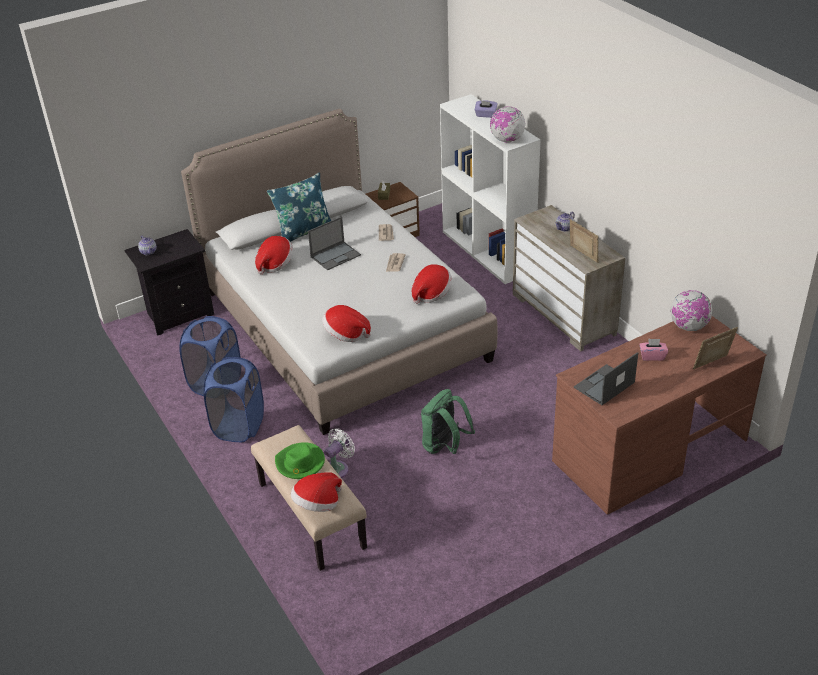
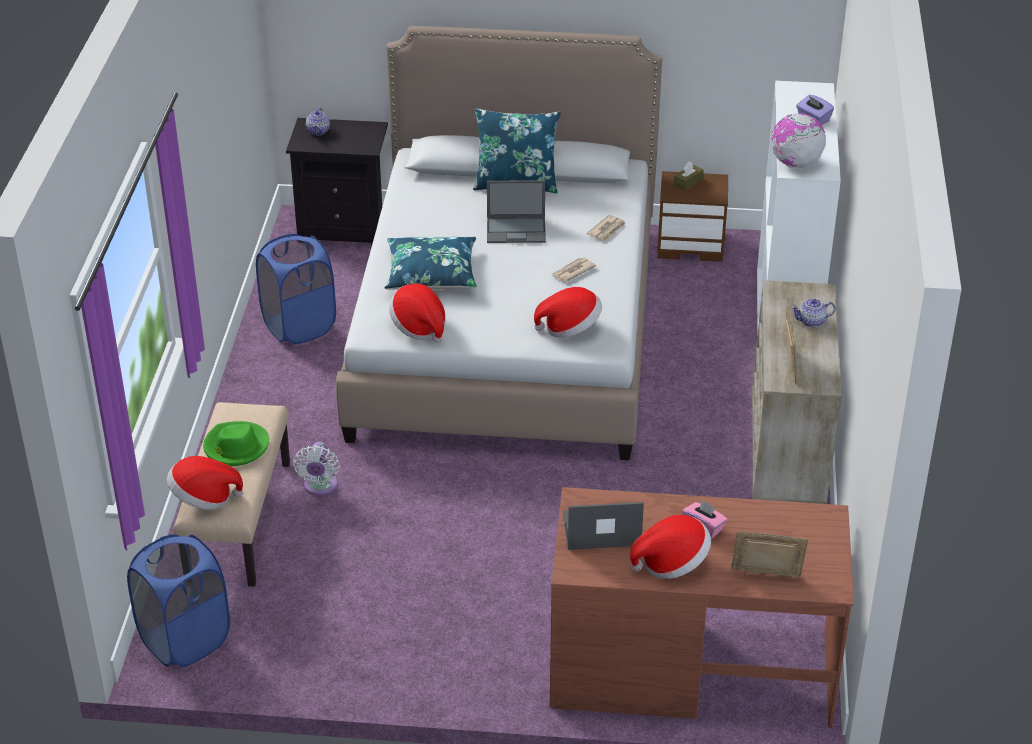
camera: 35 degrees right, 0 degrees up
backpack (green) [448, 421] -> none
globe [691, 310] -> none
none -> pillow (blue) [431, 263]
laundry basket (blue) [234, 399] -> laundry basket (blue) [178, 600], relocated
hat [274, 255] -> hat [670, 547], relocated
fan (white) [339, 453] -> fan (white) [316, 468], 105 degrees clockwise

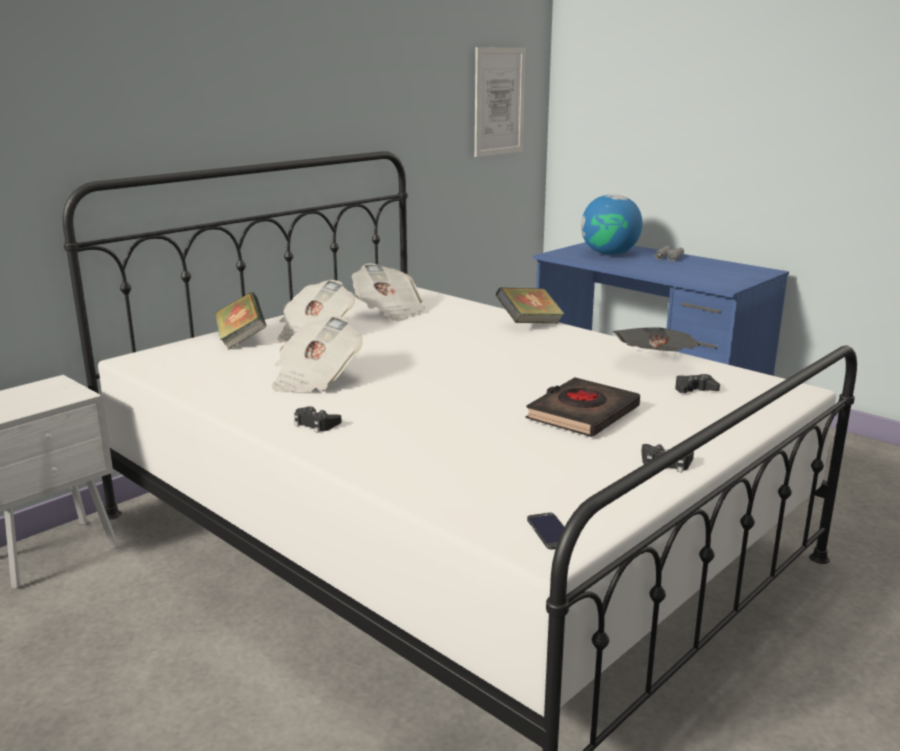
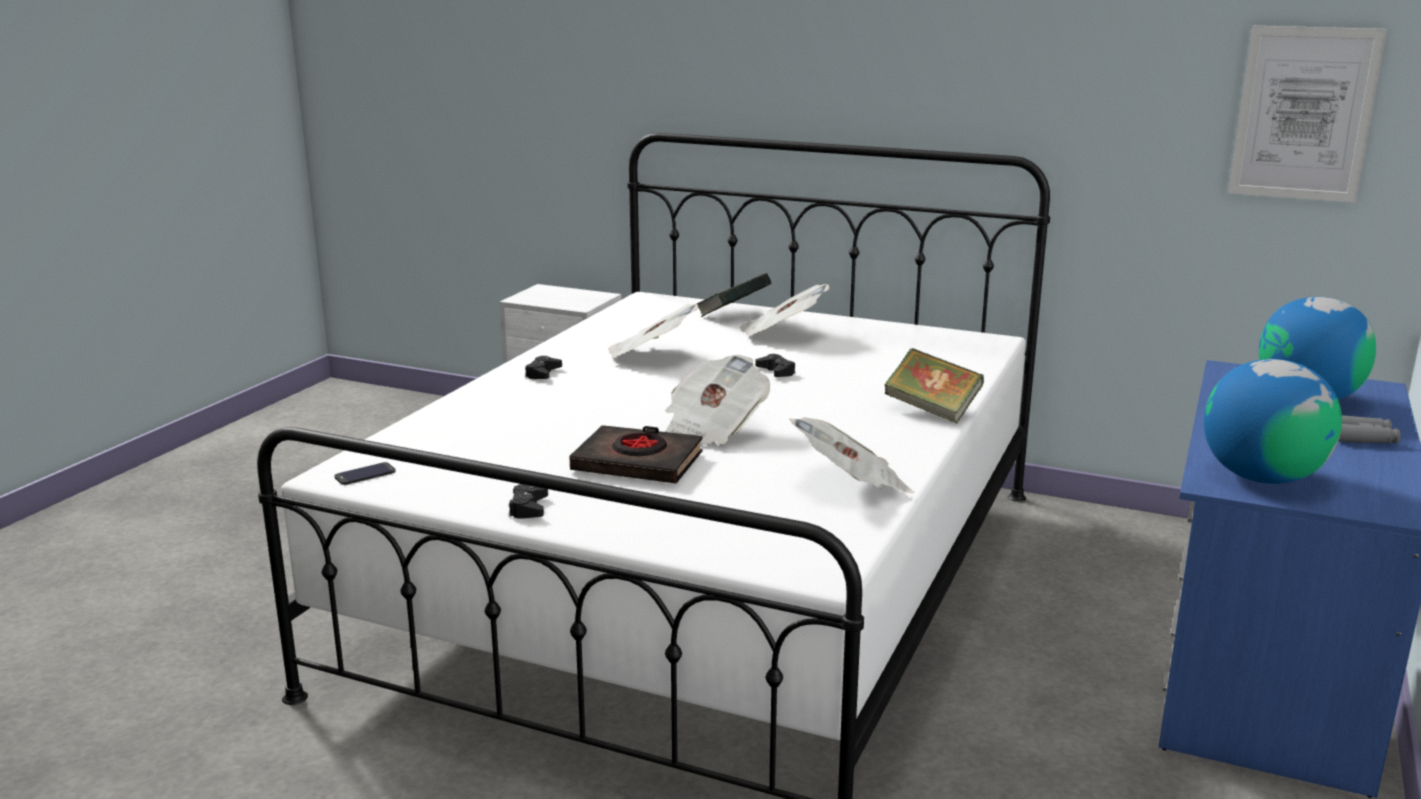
camera: 70 degrees right, 0 degrees up
none -> globe [1273, 421]
newspaper [388, 292] -> newspaper [717, 400], relocated
game controller (black) [697, 383] -> game controller (black) [775, 365], relocated

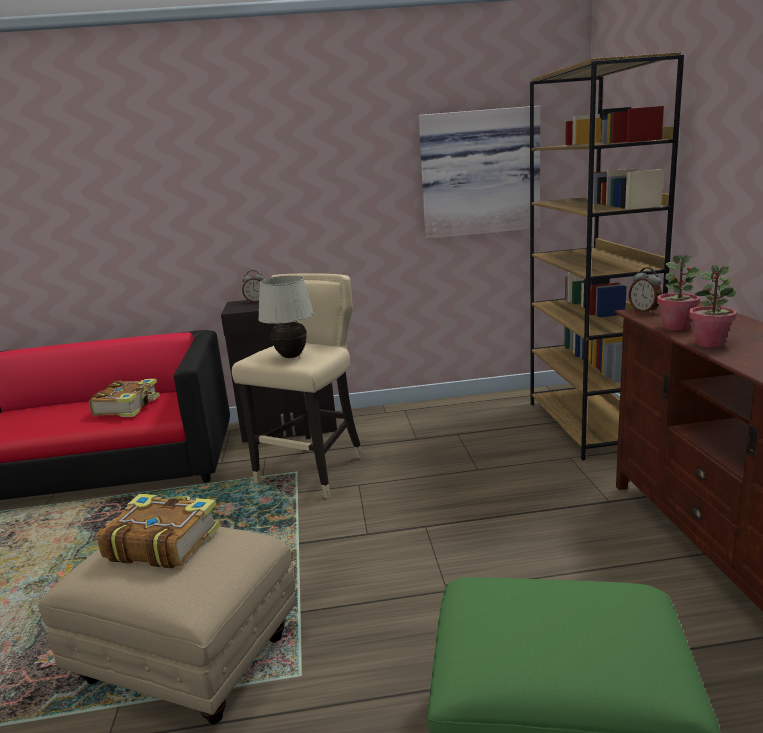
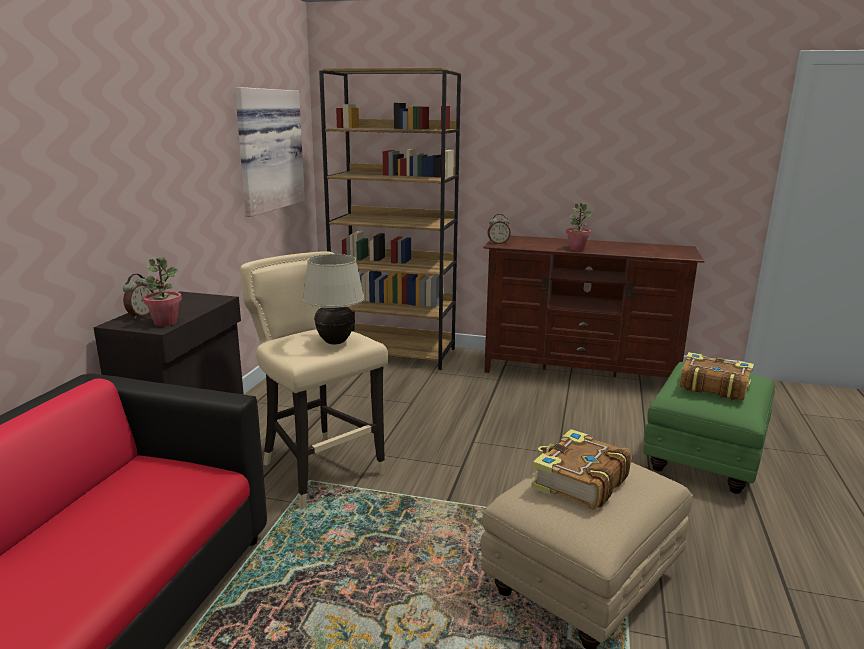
camera: 70 degrees left, 0 degrees up
book [124, 398] -> book [716, 376], relocated
potted plant [678, 292] -> potted plant [162, 291], relocated

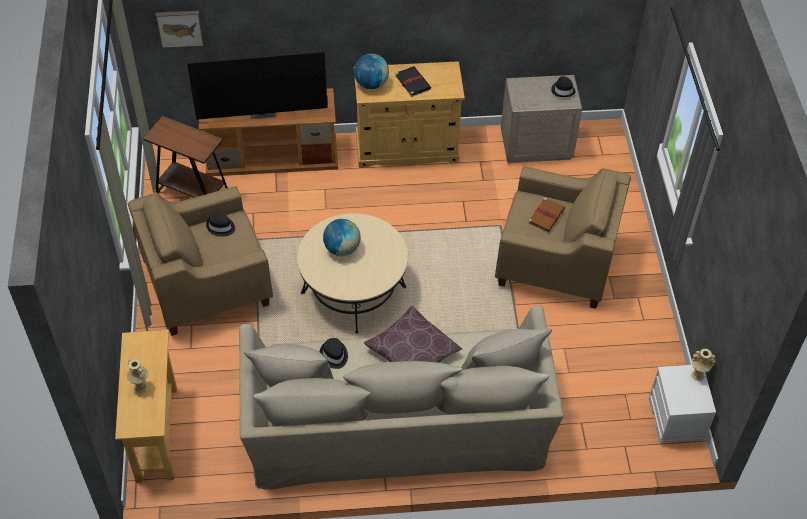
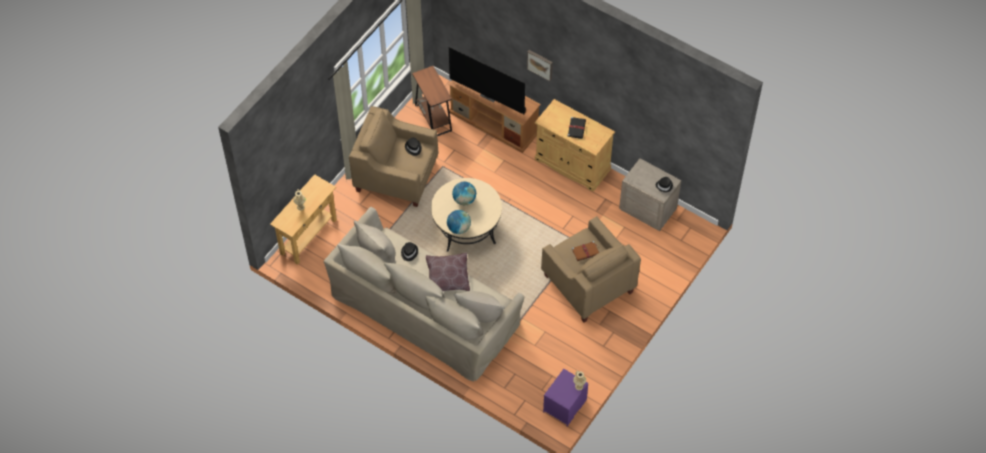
camera: 40 degrees right, 5 degrees up
picture [180, 29] -> picture [540, 65], relocated
globe [371, 71] -> globe [459, 222], relocated
nightstand (white) [682, 405] -> nightstand (purple) [565, 397]

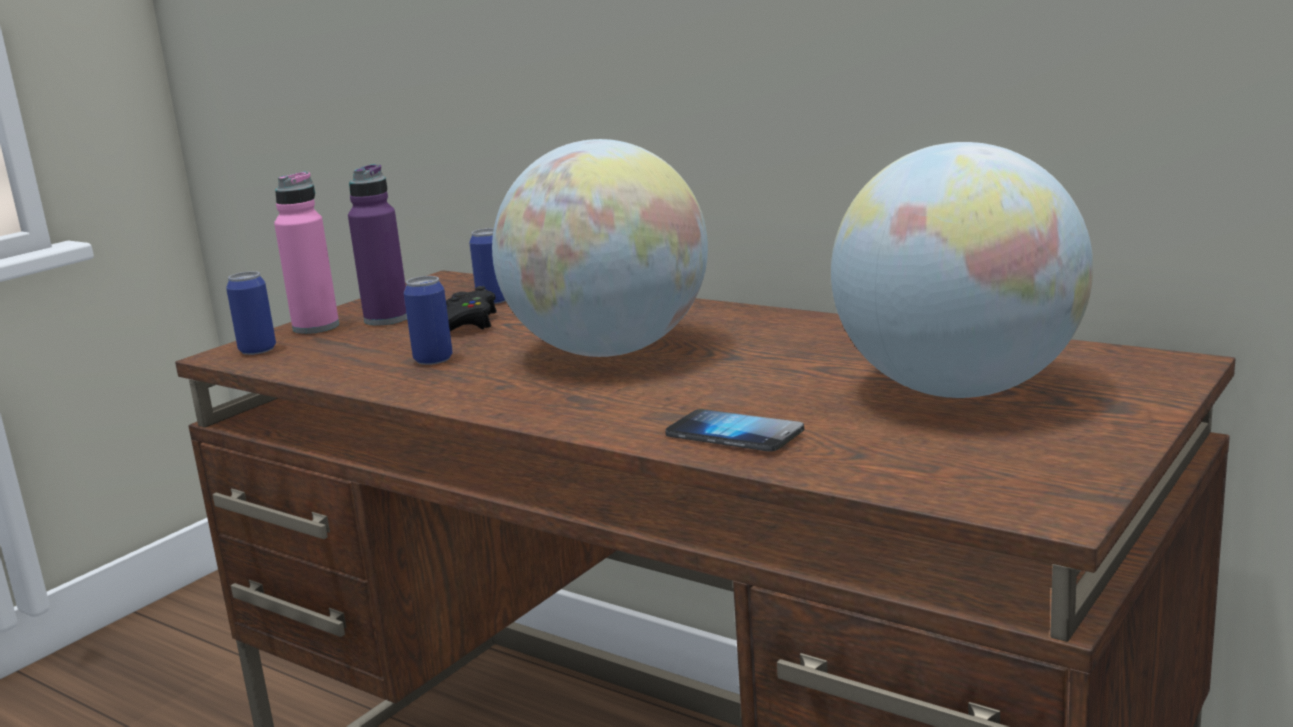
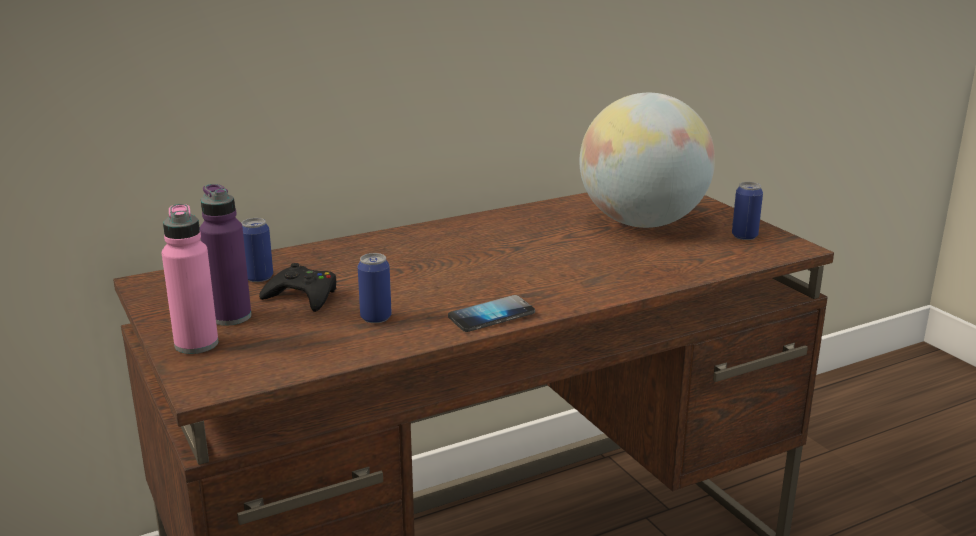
camera: 65 degrees left, 5 degrees up
globe [600, 248] -> none
can [251, 313] -> can [747, 211], relocated
phone [735, 430] -> phone [491, 313], relocated

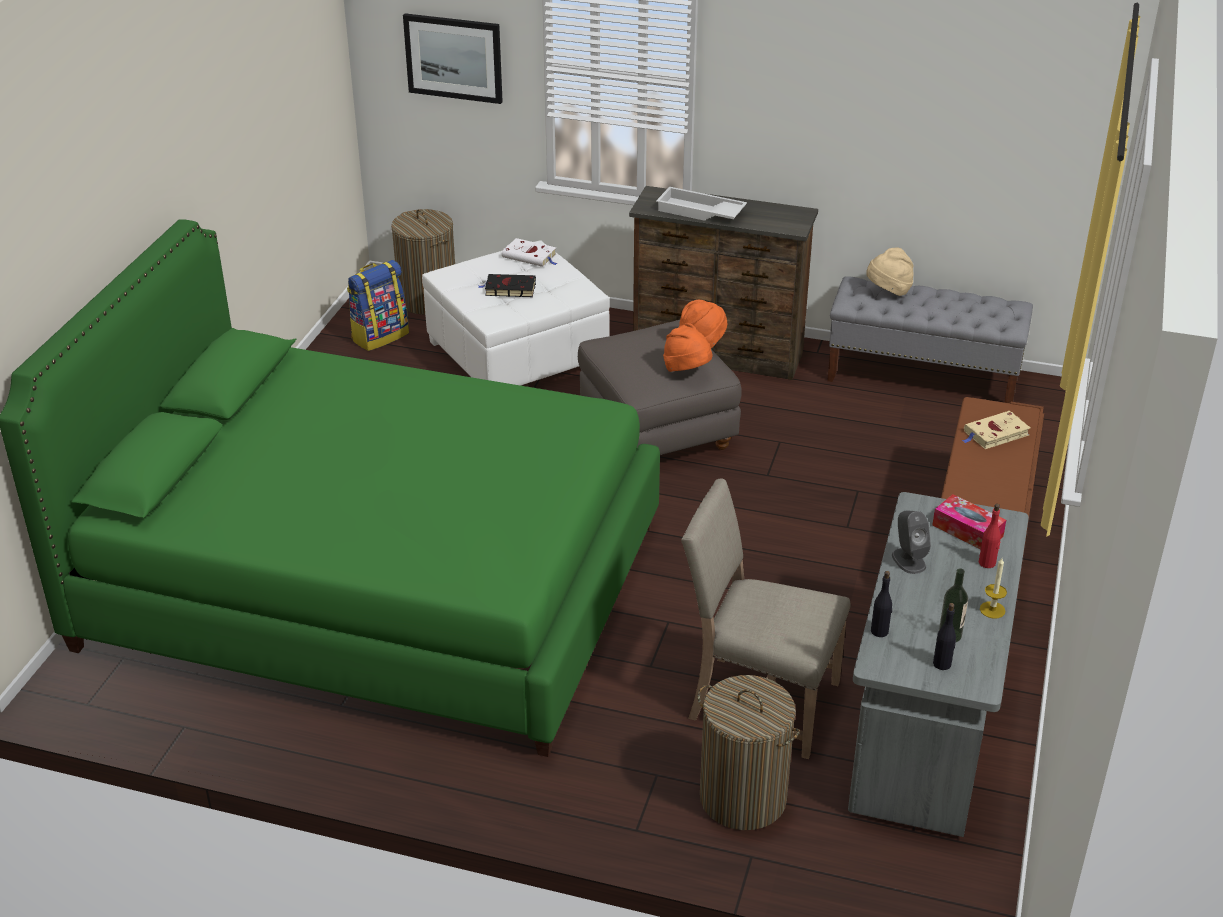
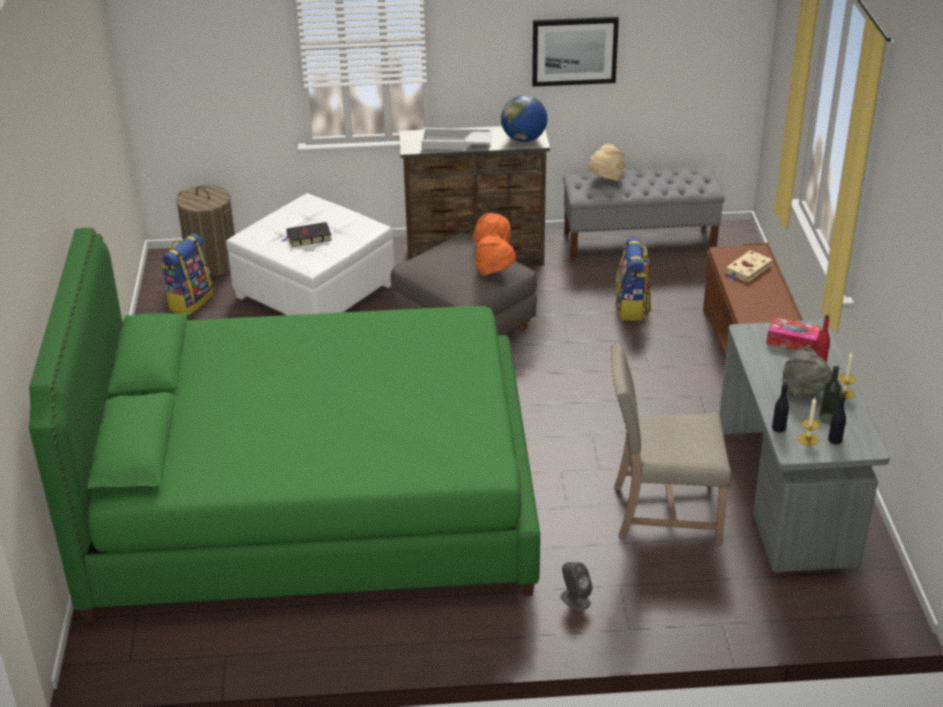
camera: 20 degrees left, 0 degrees up
book (white) [530, 252] -> none
laundry basket [749, 752] -> none
none -> globe [524, 118]
none -> backpack [633, 279]
none -> hat (grey) [807, 371]
none -> candle [808, 421]
picture [453, 58] -> picture [575, 52], relocated
speaker (grey) [911, 542] -> speaker (grey) [577, 586], relocated

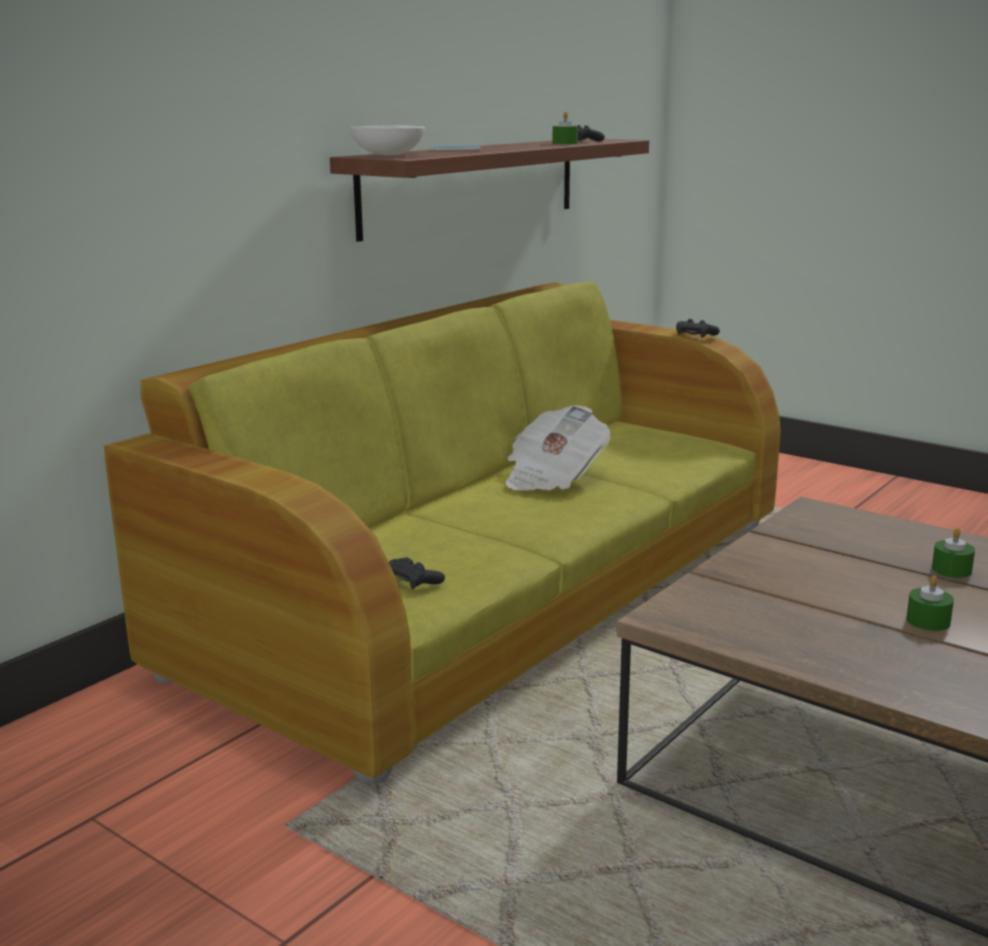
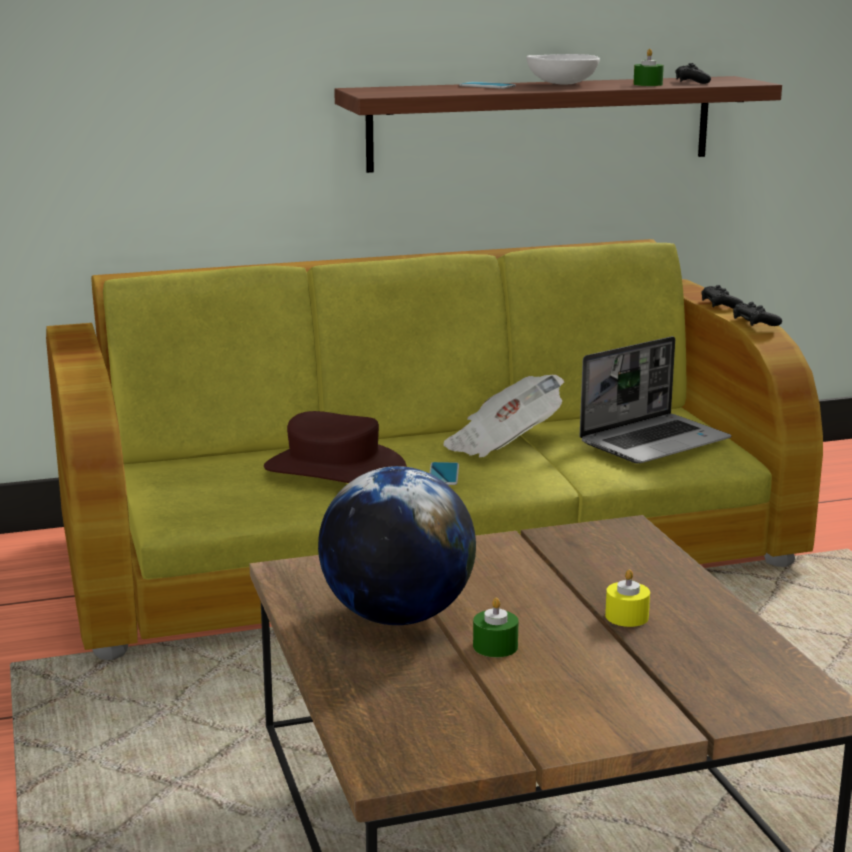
camera: 35 degrees right, 0 degrees up
none -> hat (brown) [335, 447]
none -> globe [397, 545]
none -> phone [444, 473]
none -> laptop [655, 399]
bowl (white) [387, 140] -> bowl (white) [563, 69], relocated
game controller (black) [417, 573] -> game controller (black) [722, 297], relocated
candle (green) [953, 553] -> candle (yellow) [627, 598]

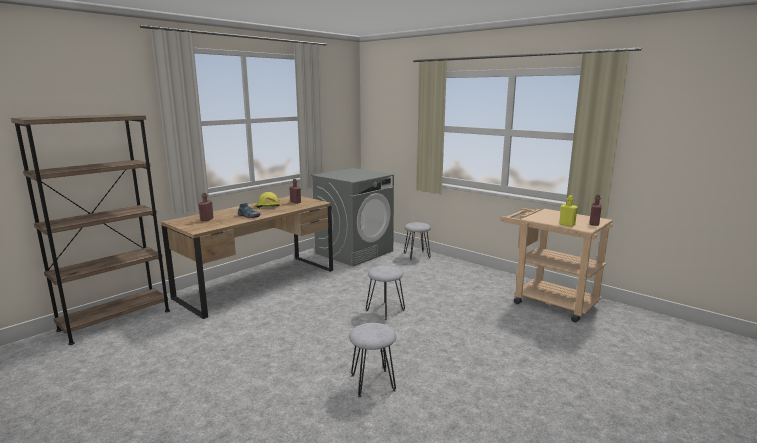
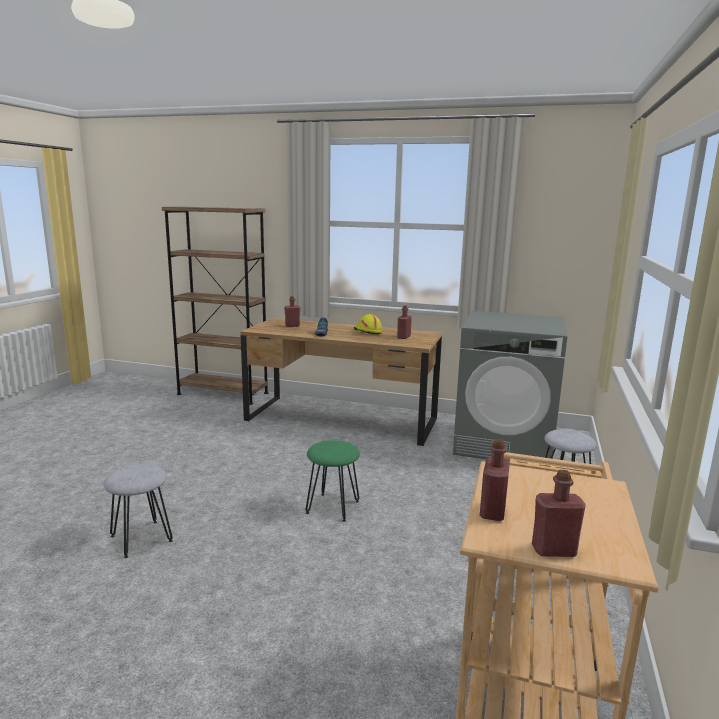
camera: 65 degrees right, 0 degrees up
stool (grey) [385, 293] -> stool (green) [333, 481]
bottle (yellow) [568, 211] -> bottle (red) [495, 480]

